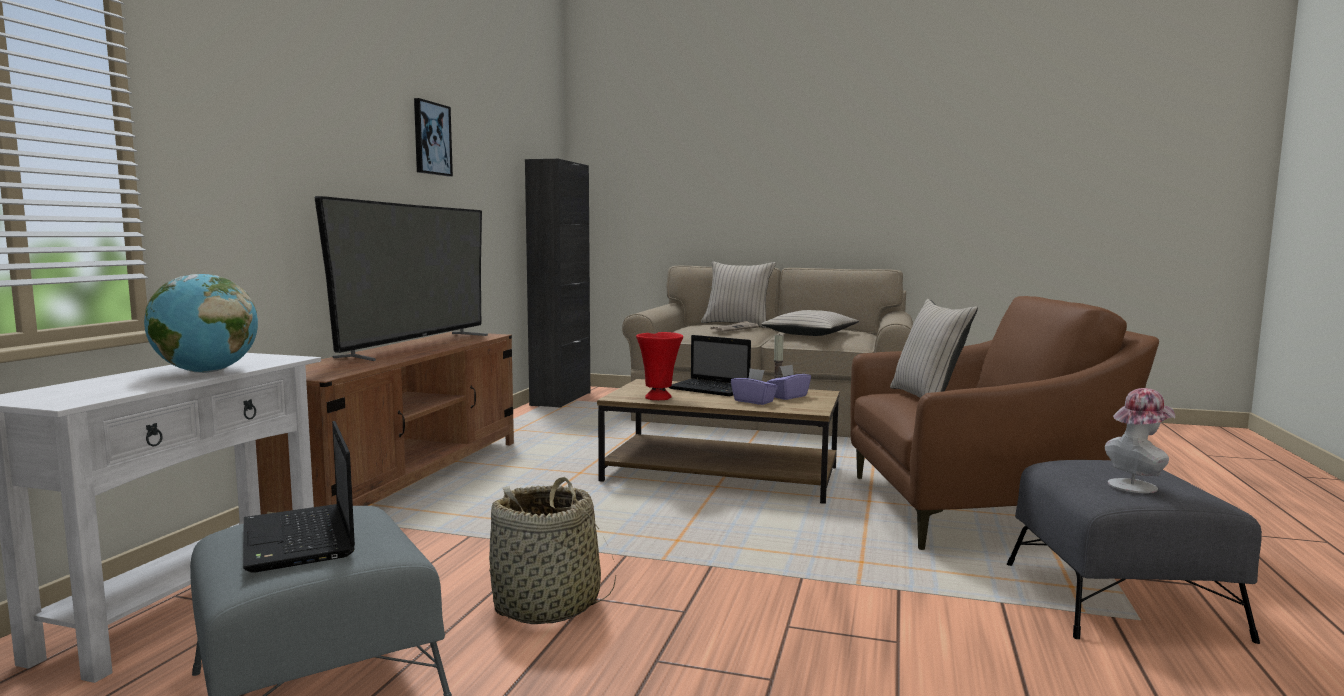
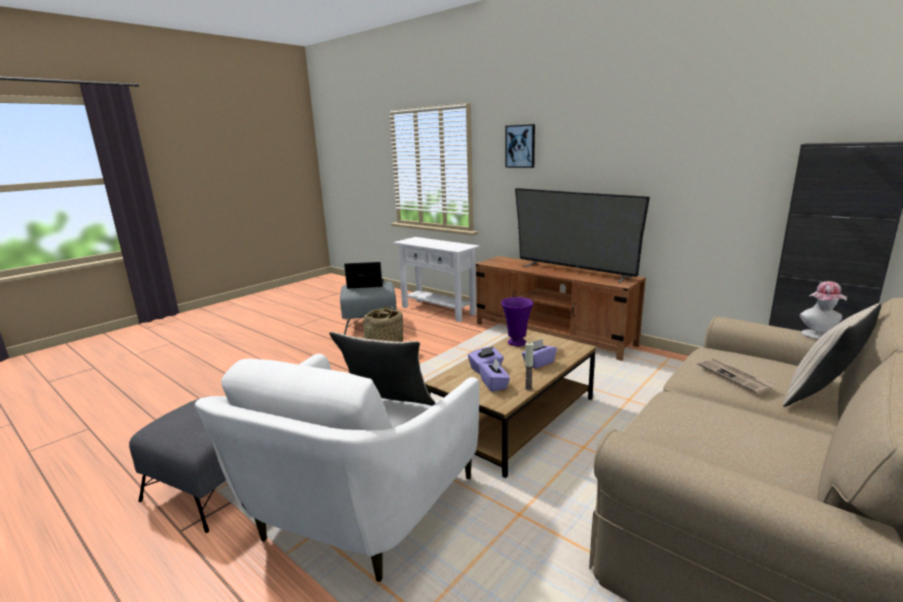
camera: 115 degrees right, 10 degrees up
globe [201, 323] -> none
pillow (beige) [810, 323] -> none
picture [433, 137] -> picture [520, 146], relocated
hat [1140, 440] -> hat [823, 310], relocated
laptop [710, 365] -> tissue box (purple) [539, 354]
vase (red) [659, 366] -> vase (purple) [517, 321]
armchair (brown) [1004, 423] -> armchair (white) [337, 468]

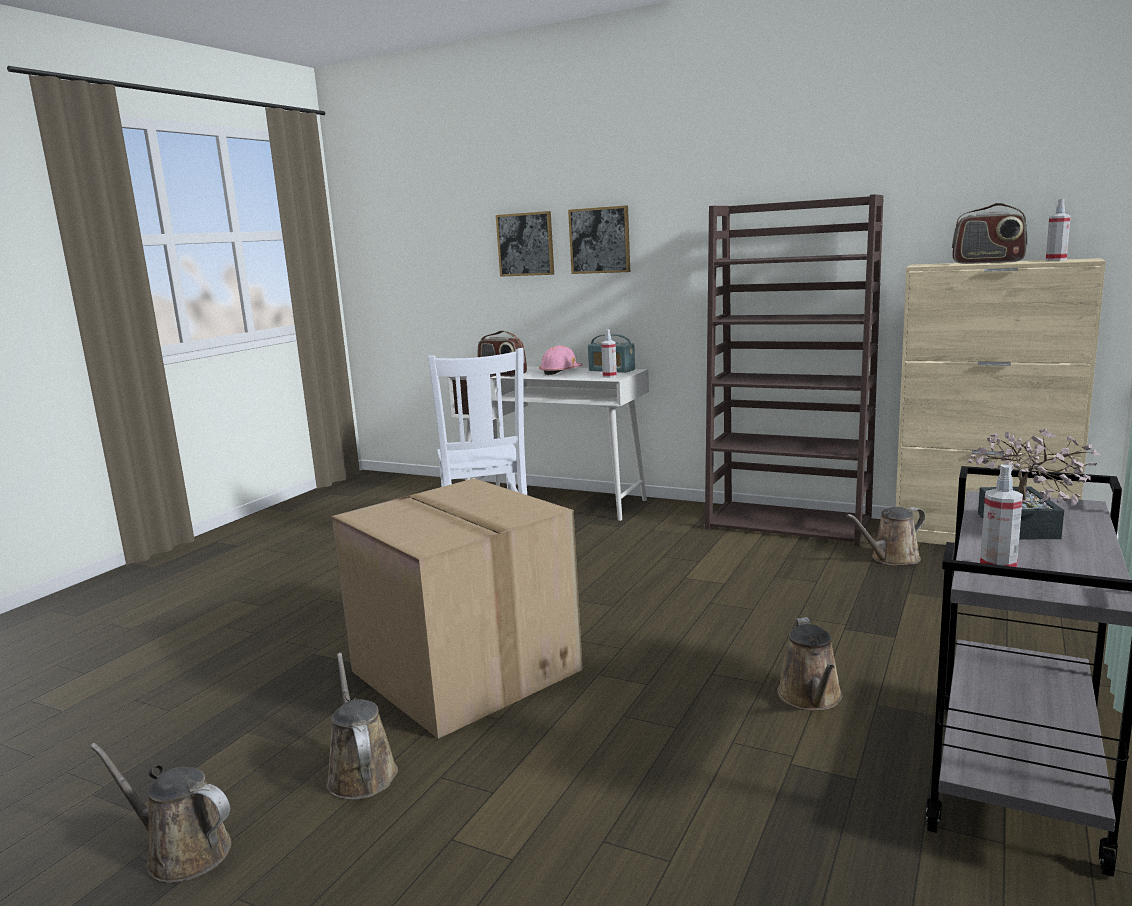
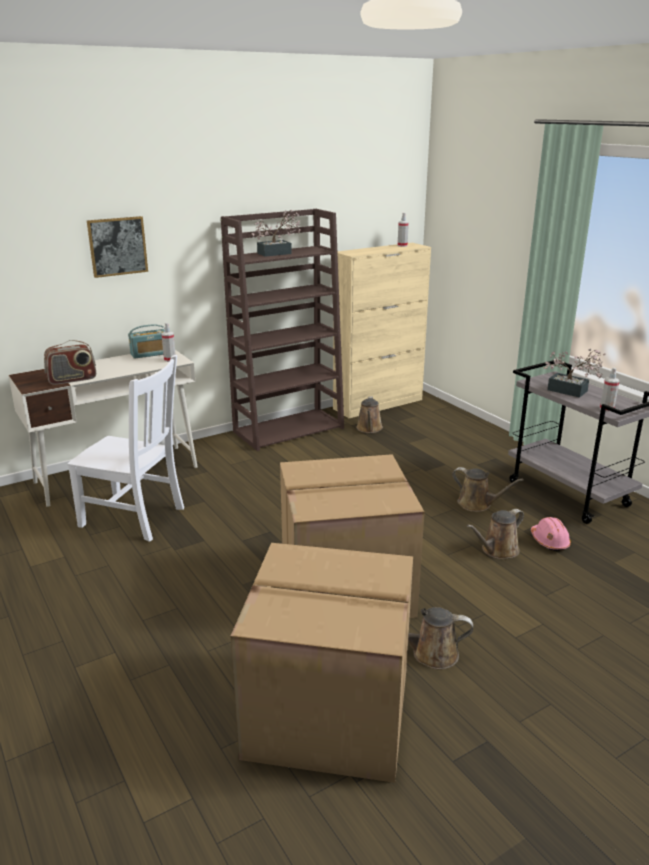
camera: 60 degrees left, 10 degrees up
picture [525, 244] -> none
radio [989, 233] -> none
none -> cardboard box [322, 663]
none -> potted plant [276, 233]
watering can (brown) [160, 813] -> watering can (brown) [495, 534], relocated
hard hat (pink) [561, 360] -> hard hat (pink) [551, 534], relocated

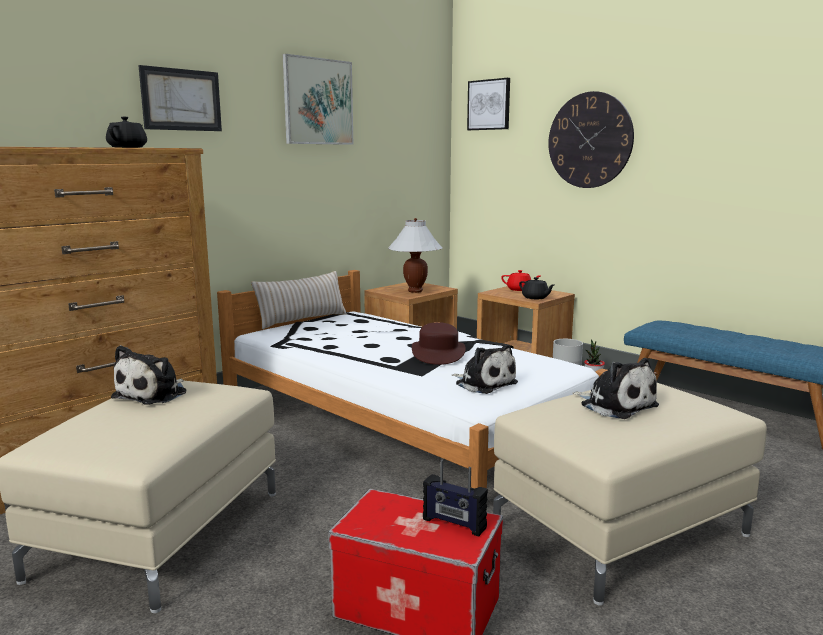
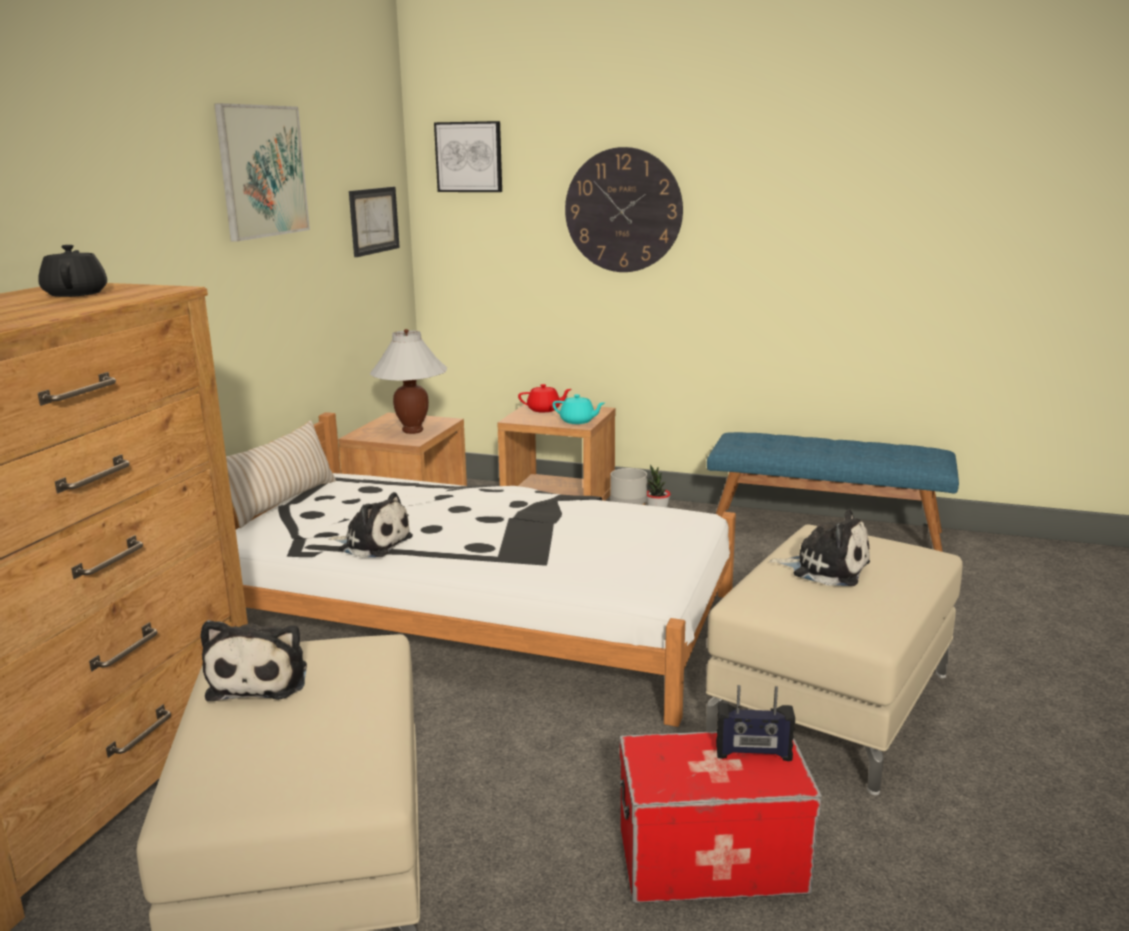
camera: 25 degrees left, 5 degrees up
hat (brown) [439, 343] -> none
picture [180, 98] -> picture [374, 222], relocated
plush toy [485, 369] -> plush toy [370, 525], relocated
teapot (black) [536, 288] -> teapot (turquoise) [578, 409]

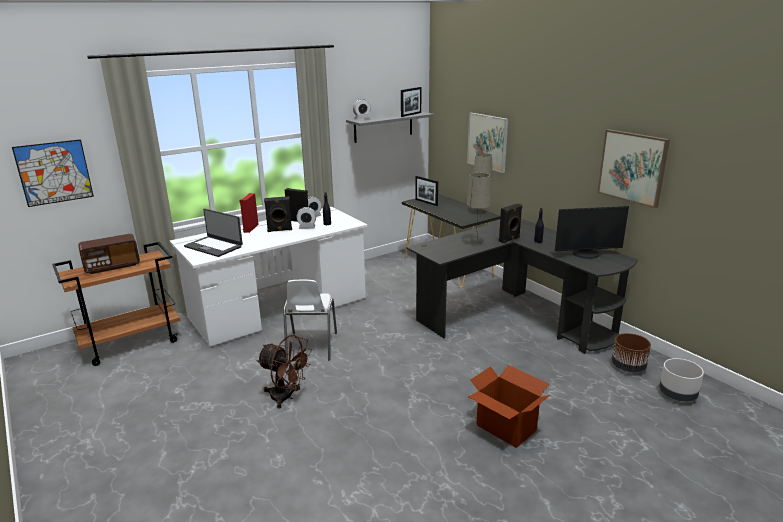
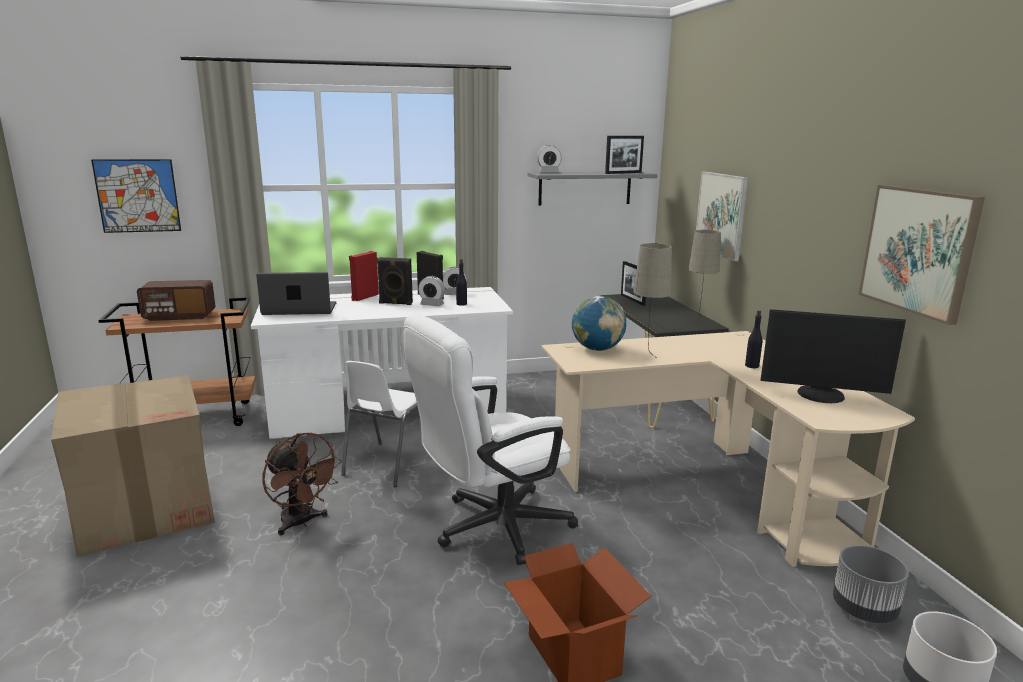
camera: 20 degrees right, 5 degrees down
speaker (black) [510, 223] -> none
none -> cardboard box [133, 466]
none -> office chair (white) [490, 439]
none -> globe [599, 323]
desk (black) [522, 286] -> desk (beige) [728, 449]
planter (brown) [631, 352] -> planter (grey) [871, 584]
laptop [213, 233] -> laptop [296, 293], 120 degrees clockwise

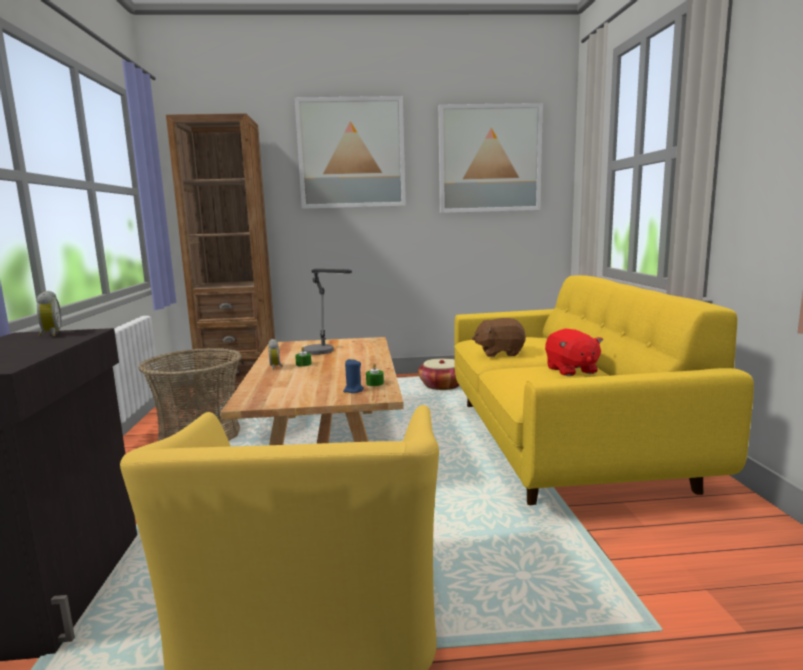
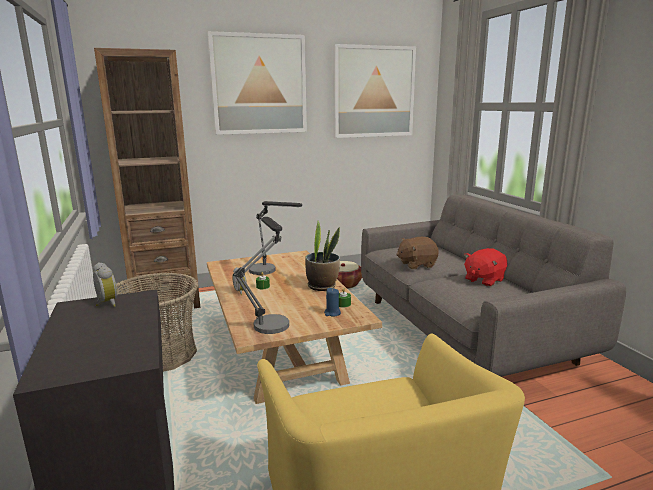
camera: 15 degrees left, 5 degrees up
none -> table lamp [261, 275]
none -> potted plant [322, 256]
sofa (yellow) [604, 390] -> sofa (grey) [493, 286]
plush toy (red) [574, 352] -> plush toy (red) [485, 267], 75 degrees clockwise

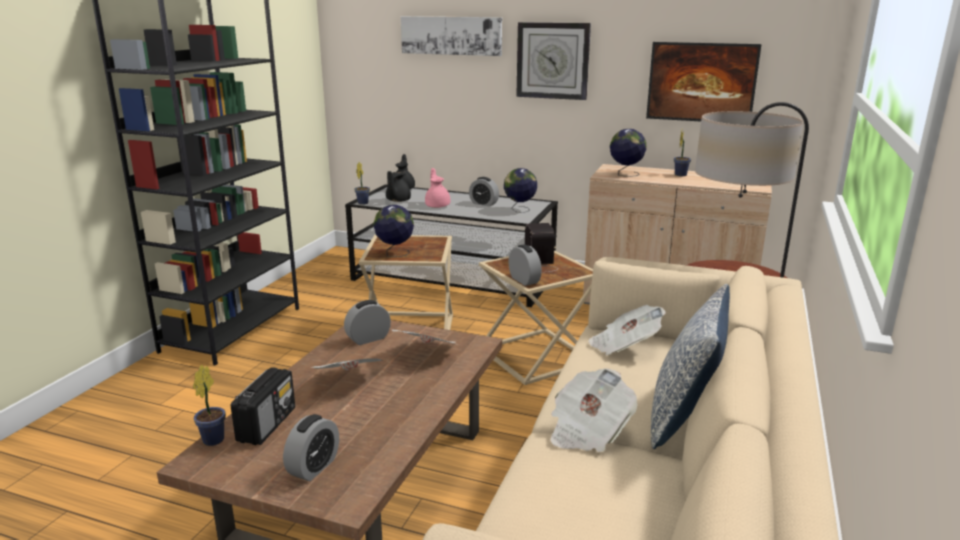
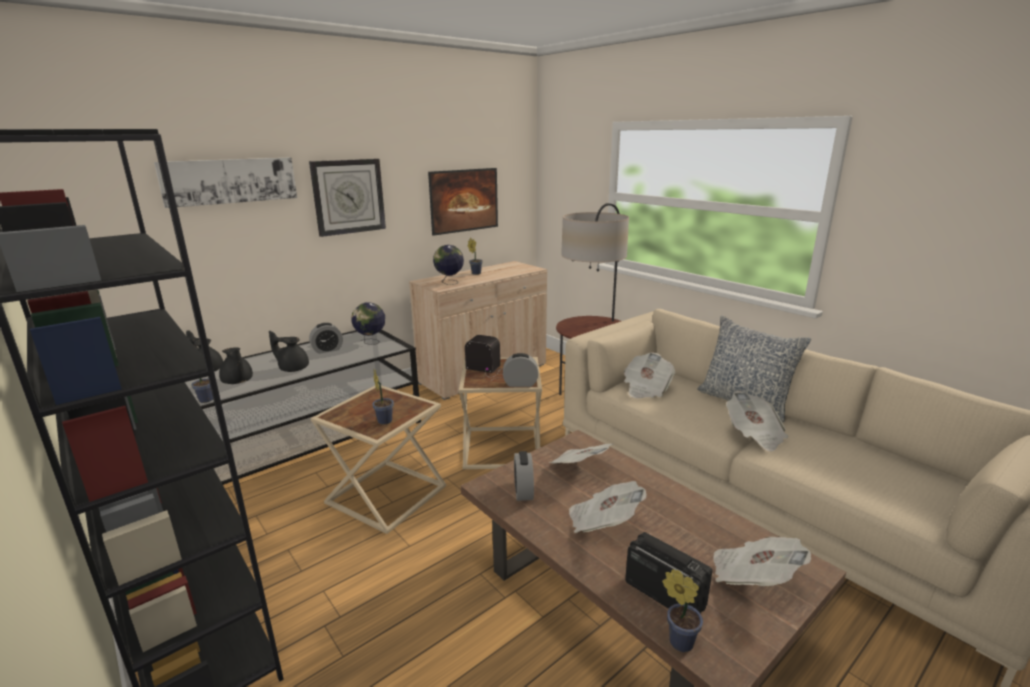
camera: 60 degrees left, 0 degrees up
alarm clock [311, 447] -> newspaper [762, 561]
globe [393, 230] -> potted plant [383, 397]
teapot (pink) [437, 188] -> teapot (black) [289, 351]

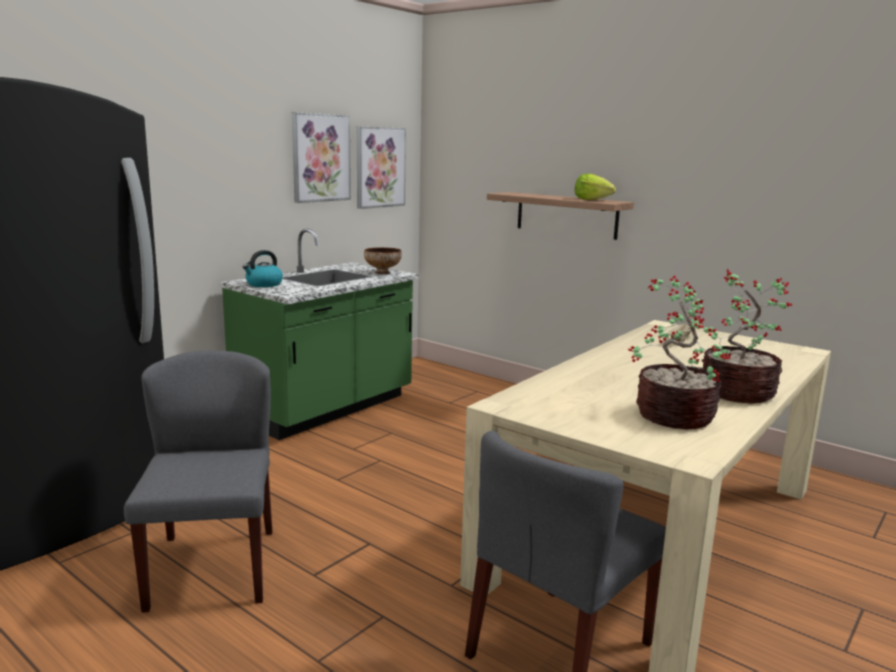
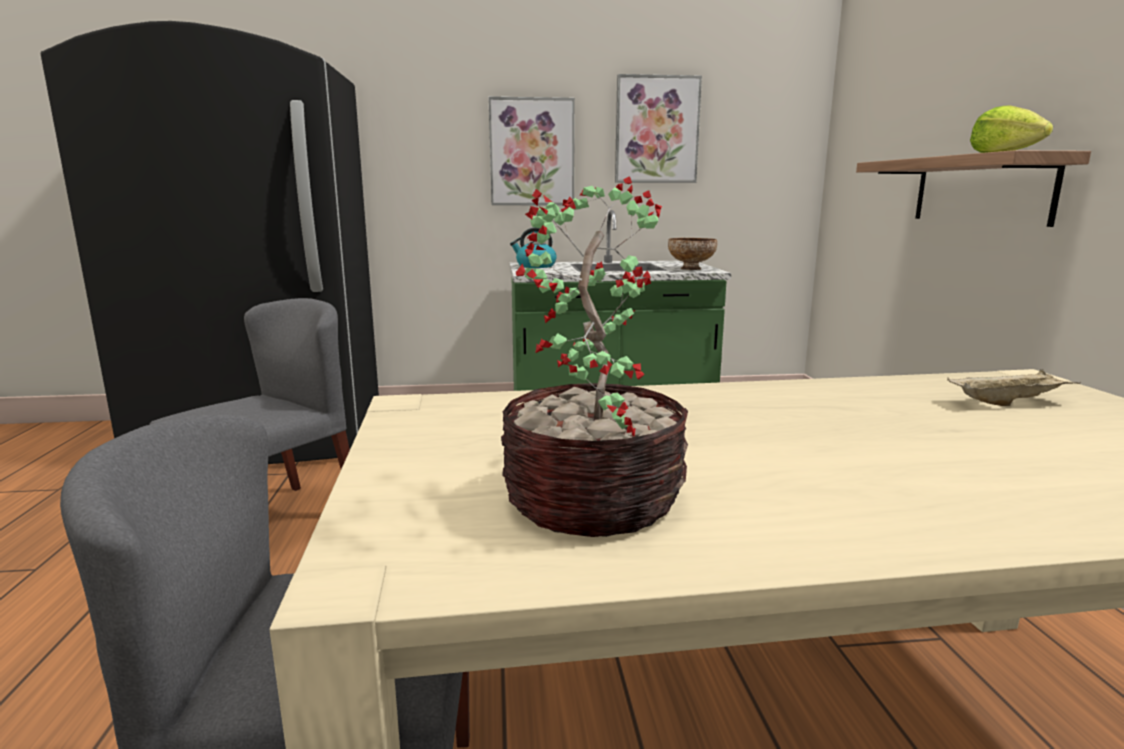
camera: 45 degrees right, 0 degrees up
potted plant [747, 336] -> none
picture [381, 167] -> picture [532, 151], relocated

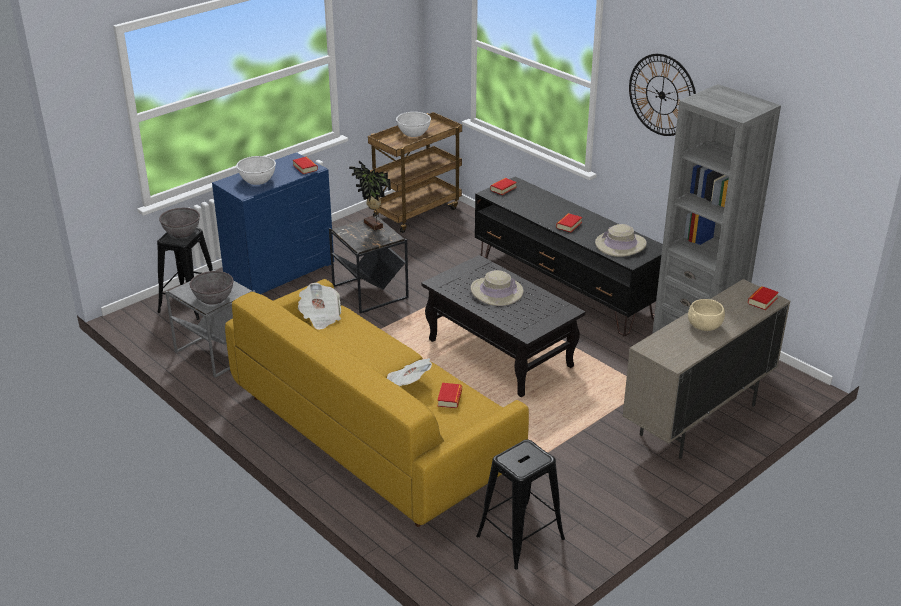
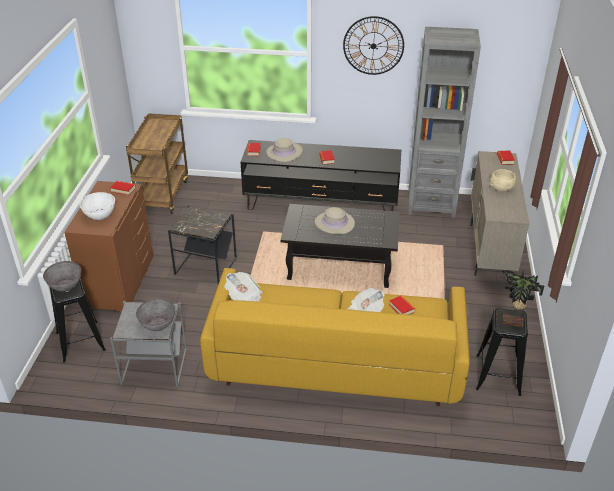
camera: 40 degrees left, 5 degrees up
bowl (white) [413, 124] -> none
potted plant [370, 196] -> potted plant [523, 298], relocated
hat (beige) [621, 240] -> hat (beige) [284, 150], relocated
dresser (blue) [273, 223] -> dresser (brown) [108, 247]

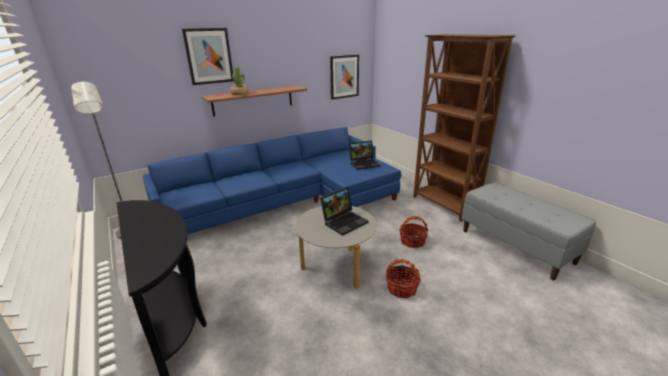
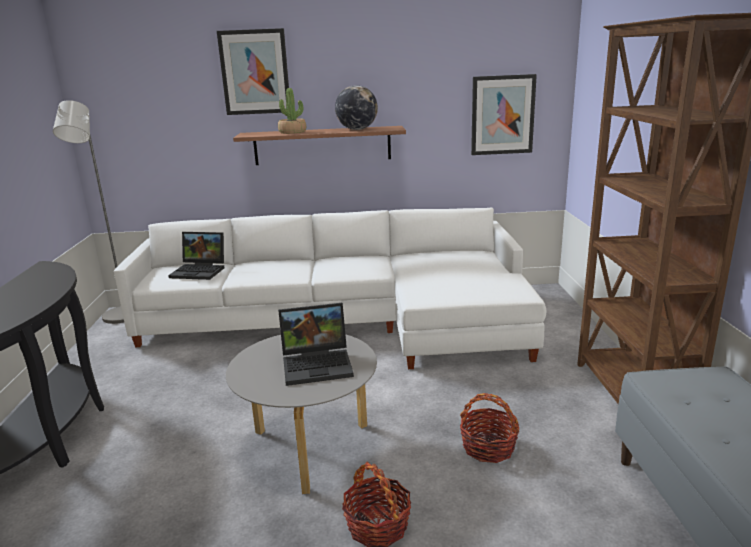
camera: 30 degrees right, 5 degrees down
none -> globe [356, 107]
laptop [364, 155] -> laptop [196, 256], relocated
sofa (blue) [272, 181] -> sofa (white) [330, 288]

